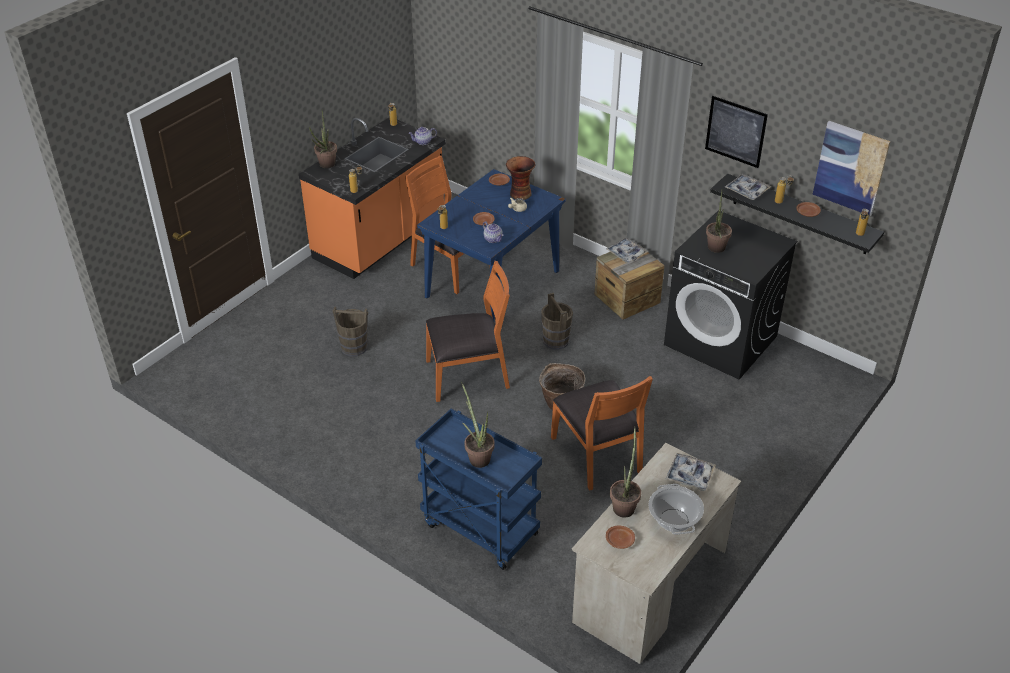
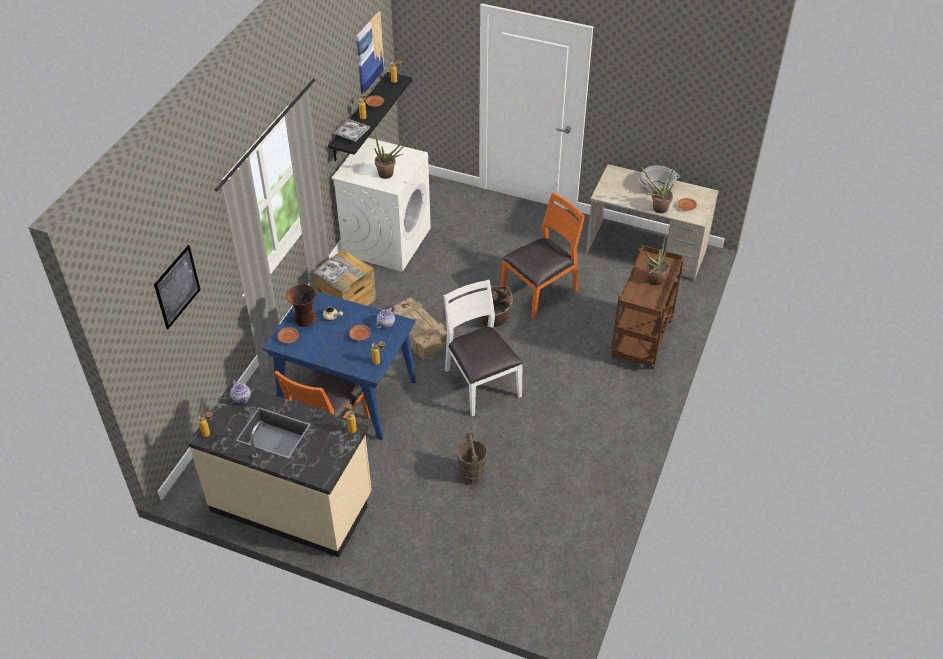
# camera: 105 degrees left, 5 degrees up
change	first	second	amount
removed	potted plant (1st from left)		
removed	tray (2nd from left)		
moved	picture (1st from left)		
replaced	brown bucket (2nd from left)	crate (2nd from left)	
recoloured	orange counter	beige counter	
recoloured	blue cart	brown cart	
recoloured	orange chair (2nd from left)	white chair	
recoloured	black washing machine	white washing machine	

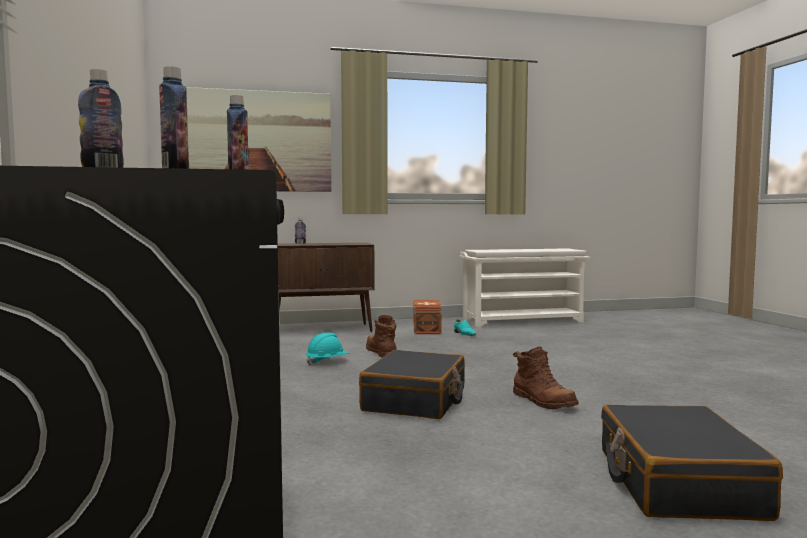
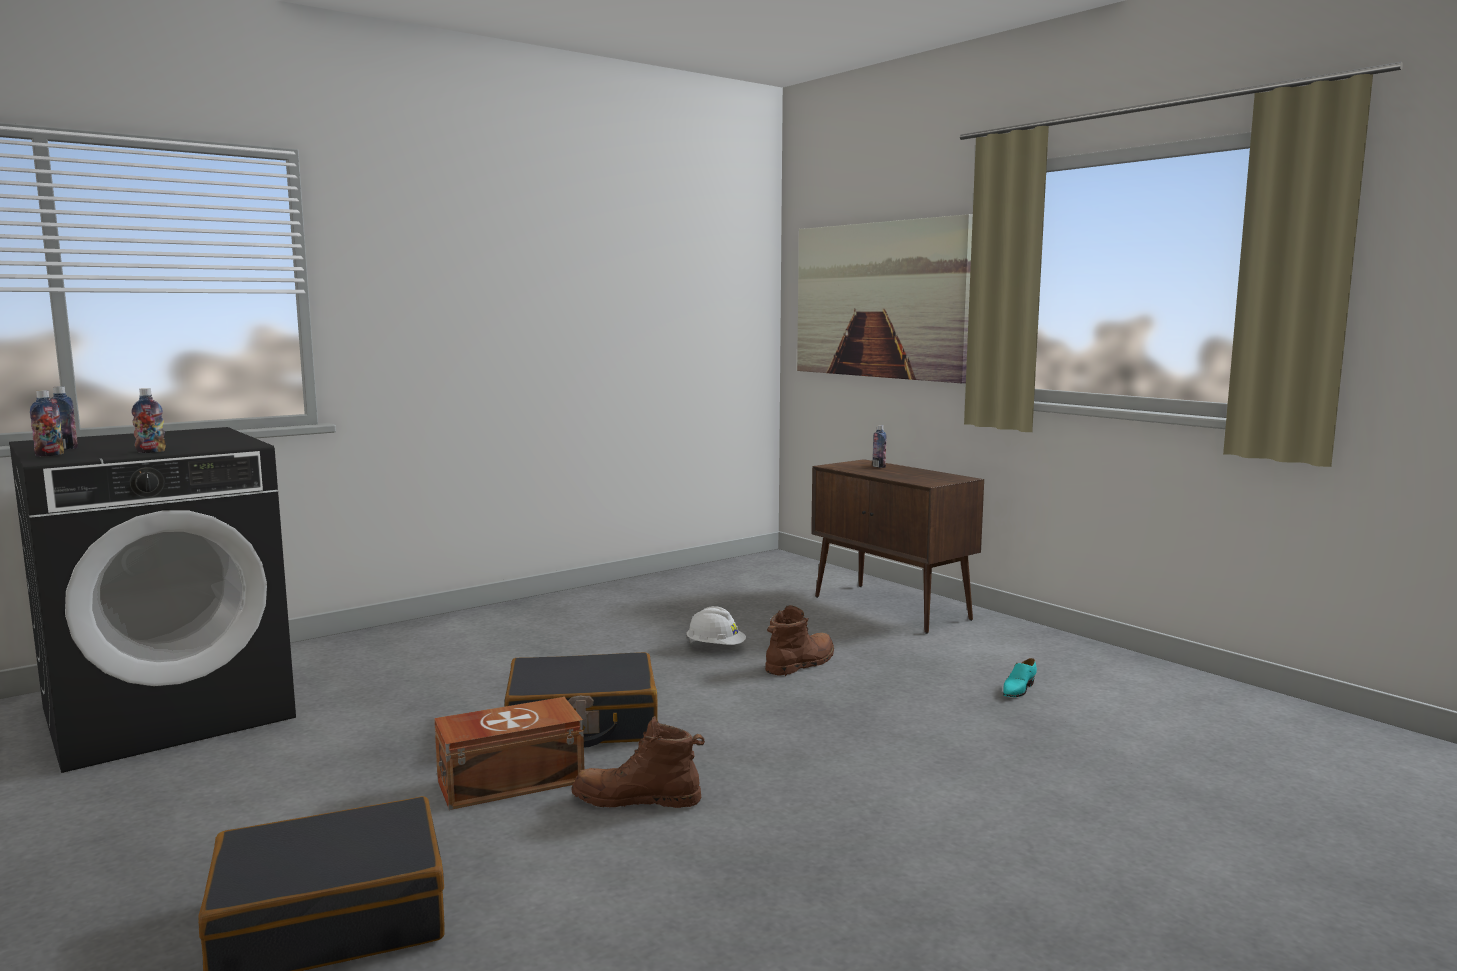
# camera: 65 degrees right, 5 degrees up
change	first	second	amount
removed	white shoe rack		
moved	brown storage box		
recoloured	turquoise hard hat	white hard hat	
turned	brown boot (2nd from left in the first image)	brown boot (1st from left)	60 degrees clockwise

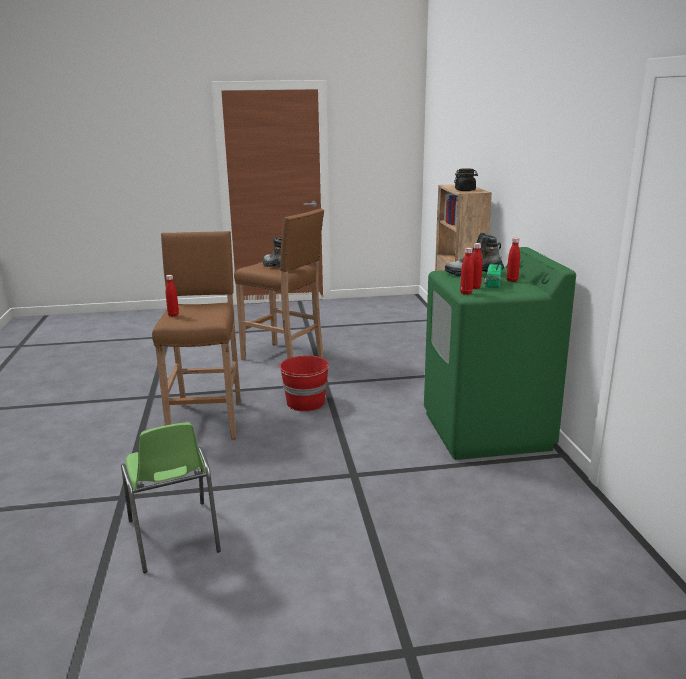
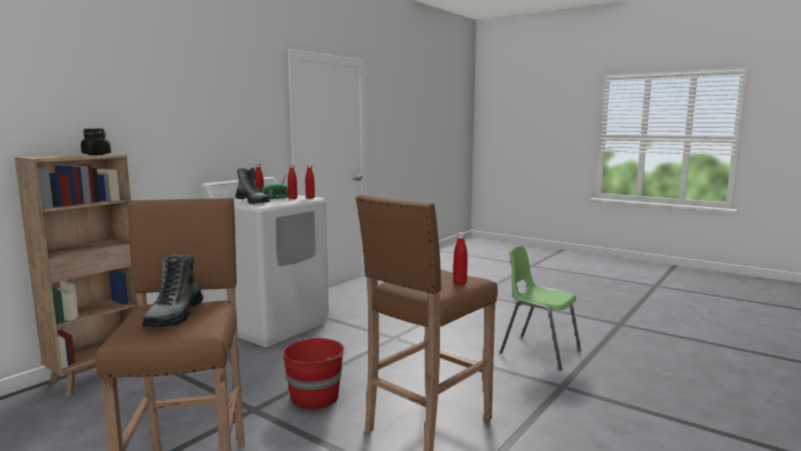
# camera: 135 degrees left, 10 degrees down
change	first	second	amount
recoloured	green washing machine	white washing machine	
turned	green chair		75 degrees counterclockwise

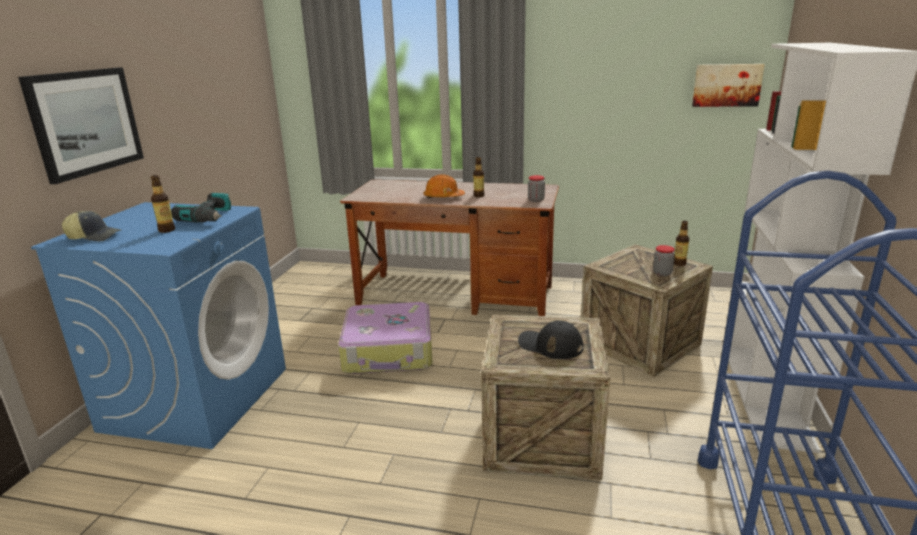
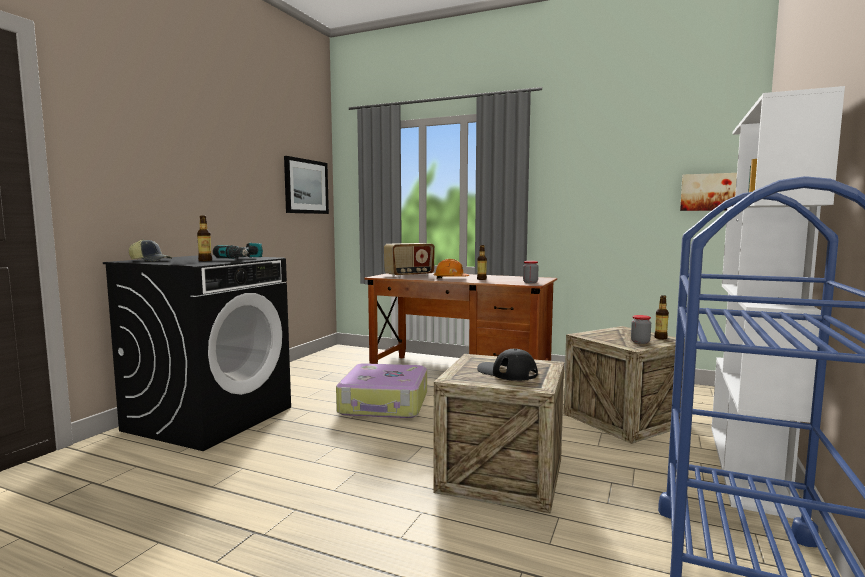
# camera: 10 degrees right, 15 degrees down
change	first	second	amount
added		radio	
moved	picture (1st from left)		
recoloured	blue washing machine	black washing machine	

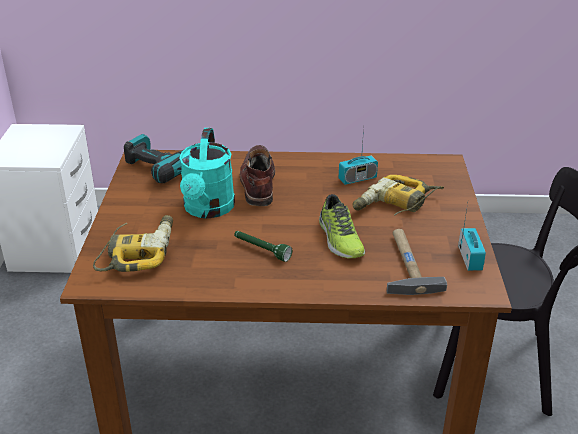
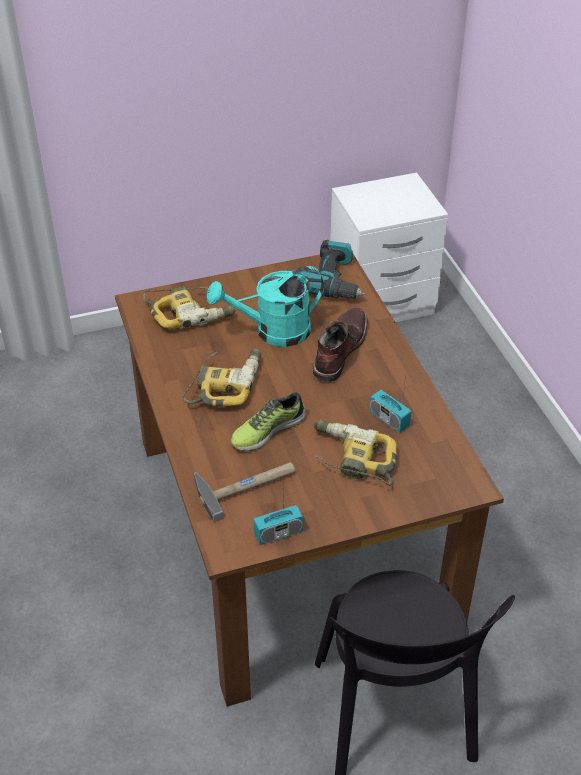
# camera: 70 degrees right, 10 degrees up
change	first	second	amount
replaced	green flashlight	power drill (2nd from left)	
turned	brown boot		45 degrees counterclockwise

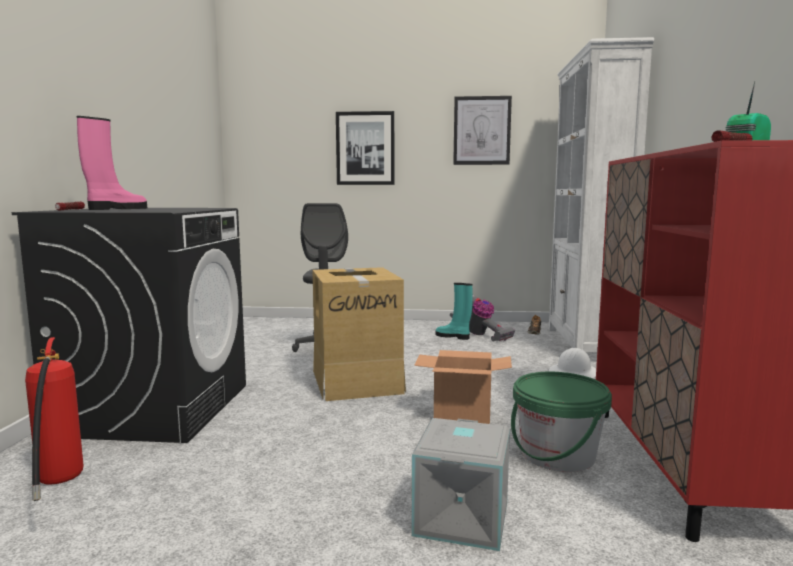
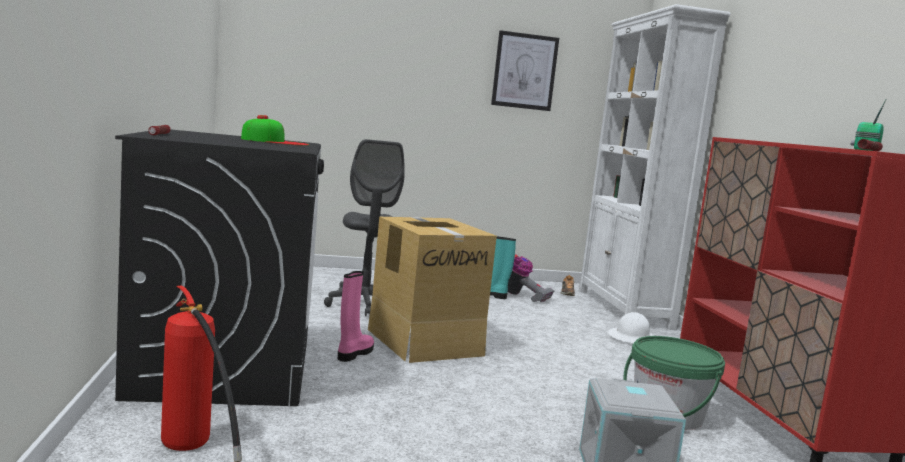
# camera: 15 degrees left, 0 degrees up
change	first	second	amount
removed	picture (1st from left)		
removed	cardboard box (2nd from left)		
added		cap	
moved	pink boot		

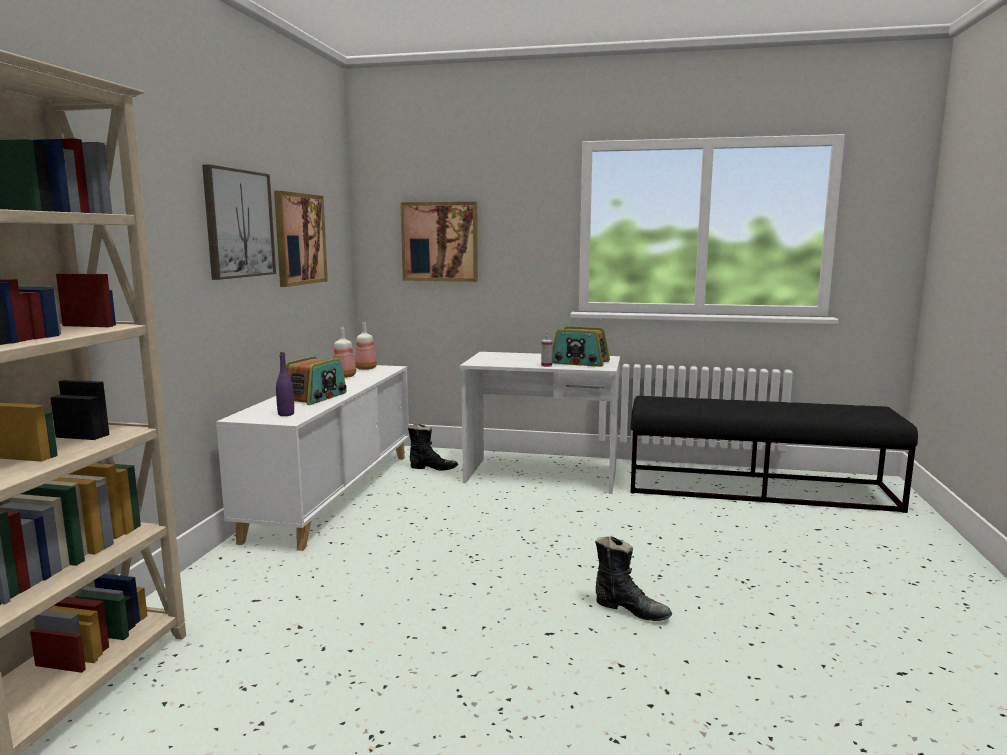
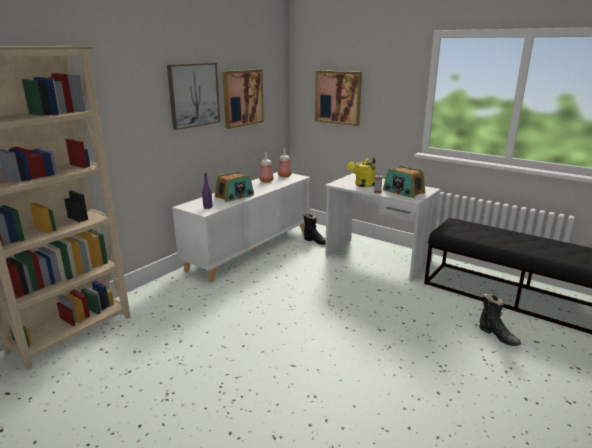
# camera: 25 degrees right, 10 degrees up
change	first	second	amount
added		yellow watering can	
moved	black boot (2nd from left)		

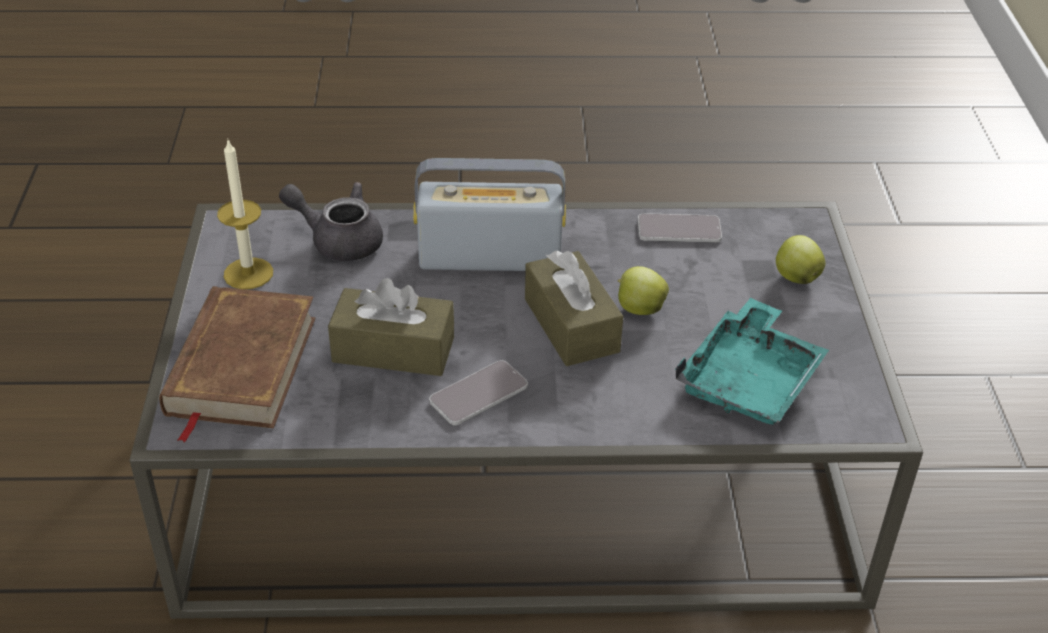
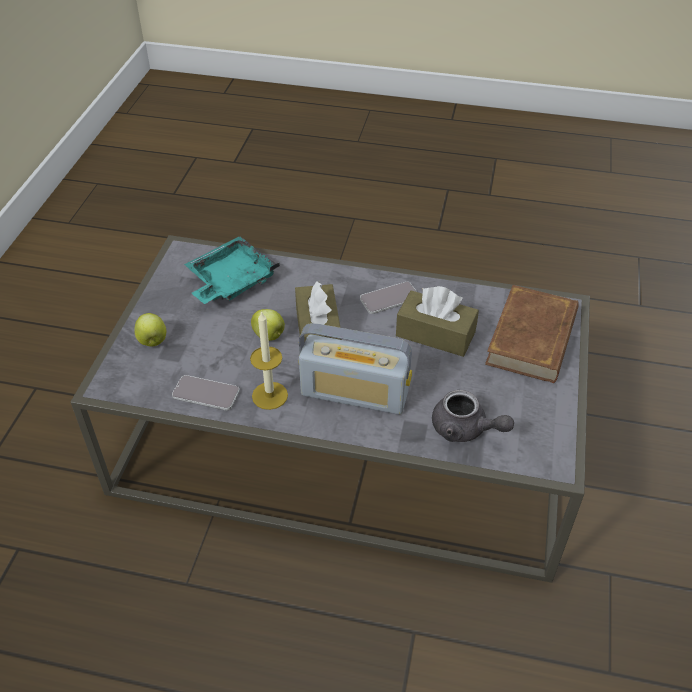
# camera: 165 degrees left, 5 degrees up
change	first	second	amount
moved	candle		

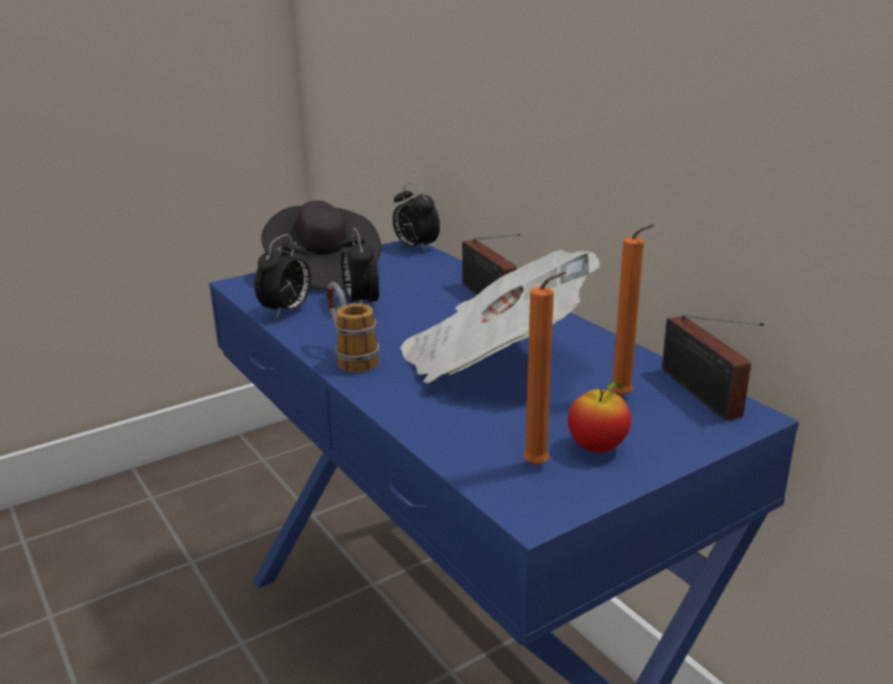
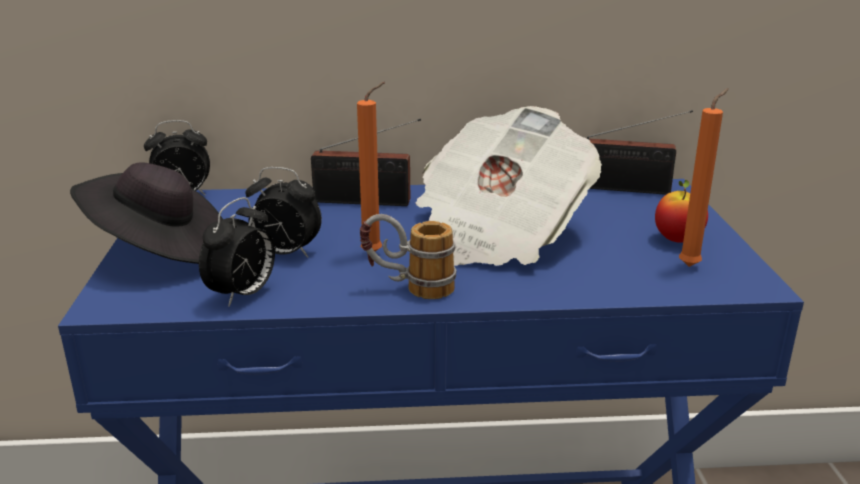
# camera: 60 degrees left, 0 degrees up
change	first	second	amount
moved	orange candle (2nd from left in the first image)	orange candle (1st from left)	
turned	alarm clock (1st from left in the first image)	alarm clock (2nd from left)	60 degrees clockwise

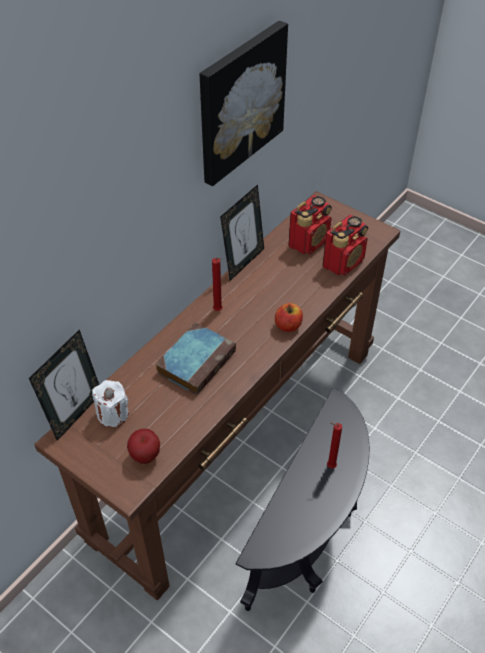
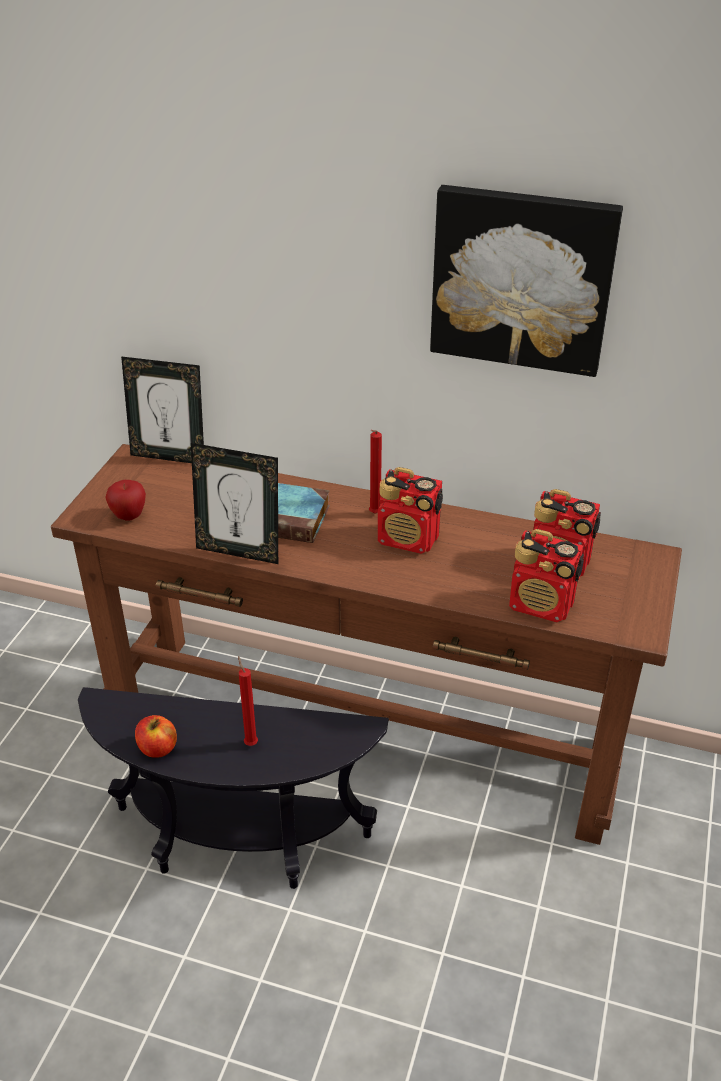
# camera: 70 degrees right, 10 degrees down
change	first	second	amount
removed	white candle		
added		radio (1st from left)	
moved	picture frame (2nd from left)		
moved	apple (2nd from left)		

